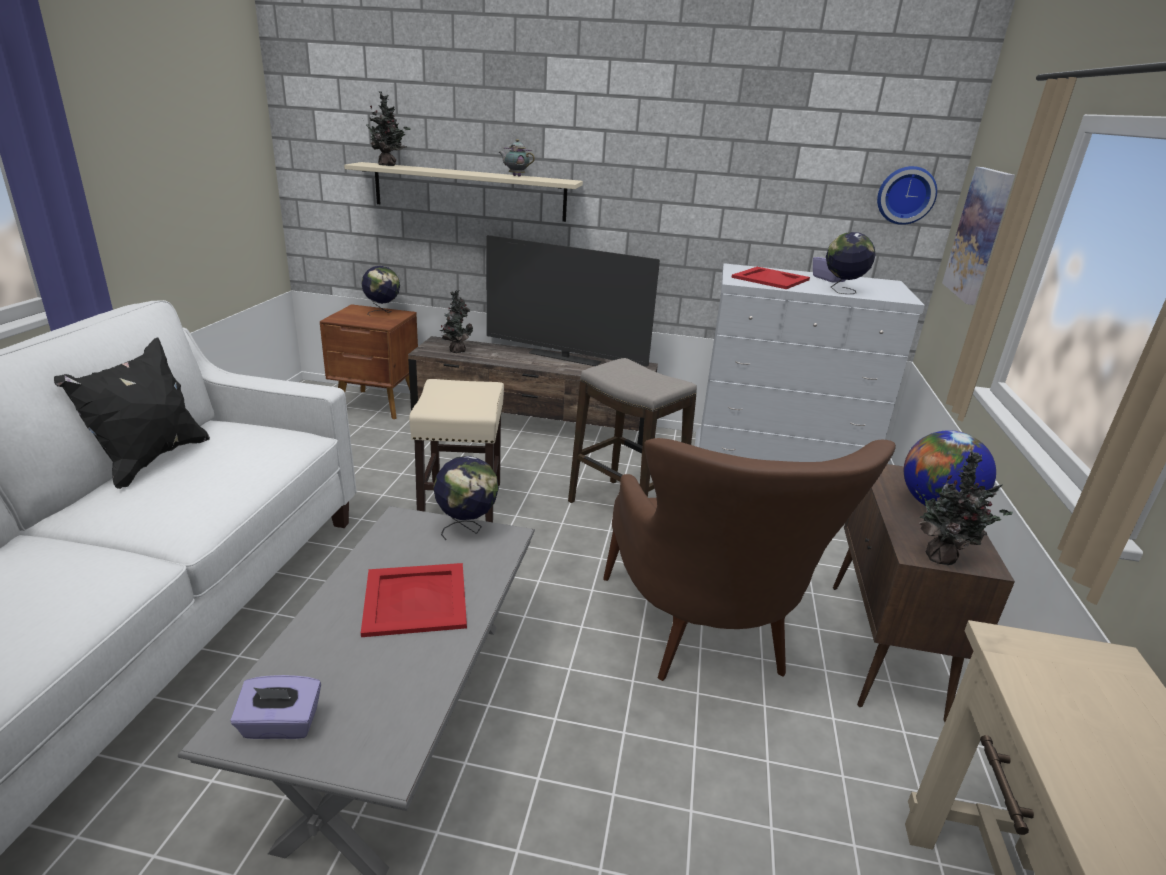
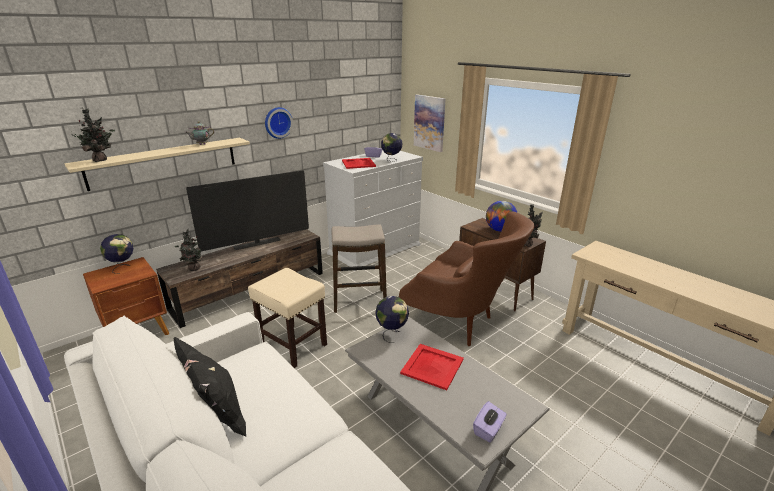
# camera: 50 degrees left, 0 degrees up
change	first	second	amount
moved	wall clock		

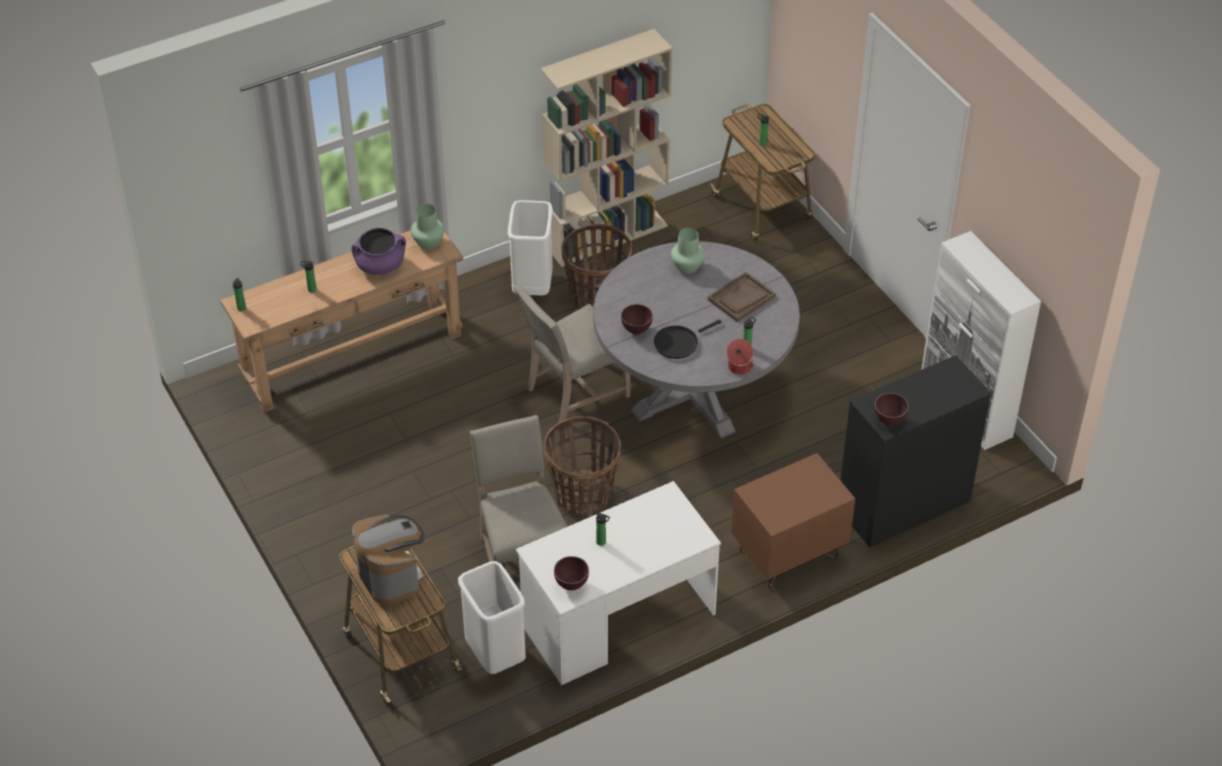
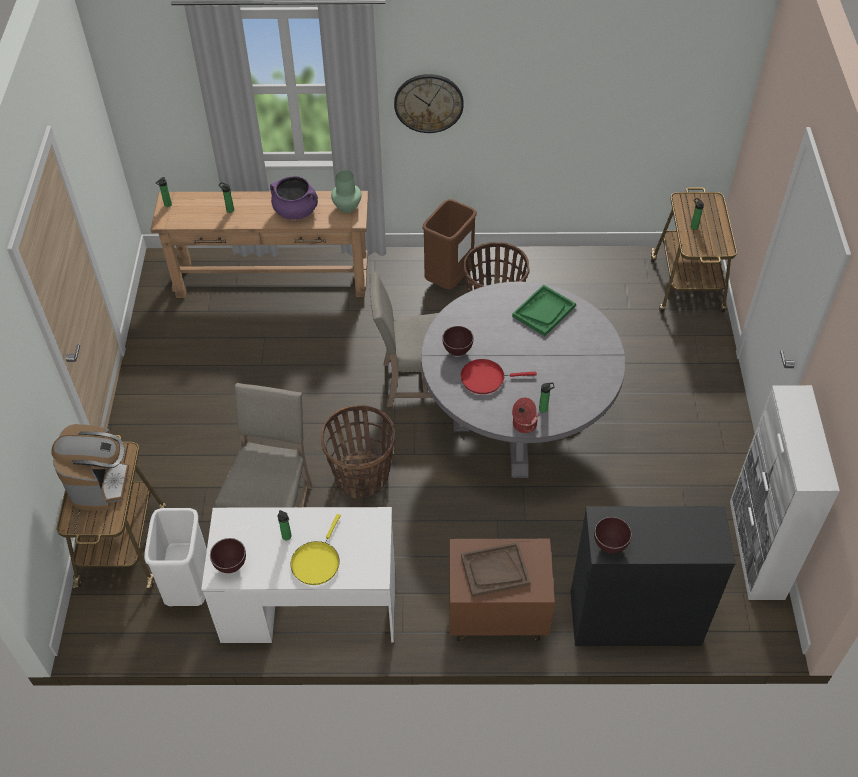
# camera: 30 degrees right, 5 degrees up
change	first	second	amount
removed	beige bookcase		
added		yellow frying pan	
added		wall clock	
moved	brown tray		
replaced	green vase (2nd from left)	green tray	
recoloured	white trash can (2nd from left)	brown trash can	
recoloured	black frying pan	red frying pan	

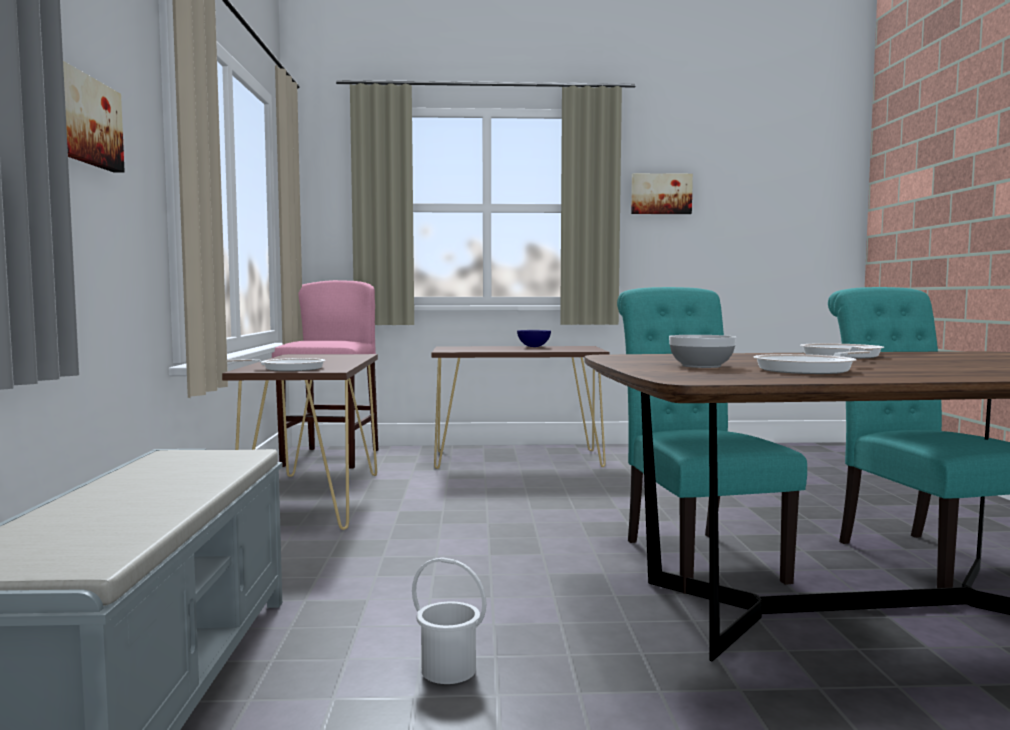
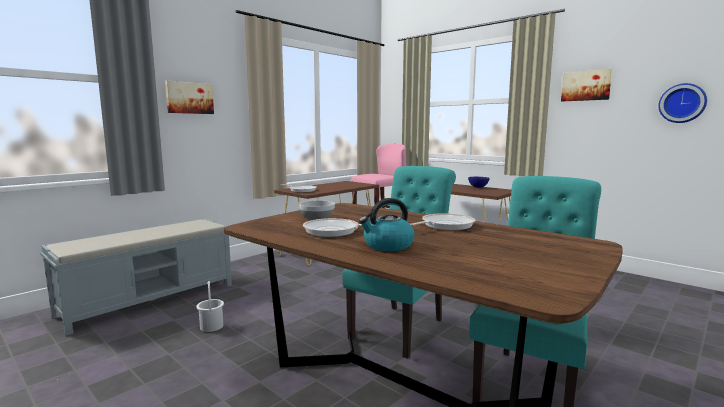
# camera: 45 degrees right, 5 degrees up
change	first	second	amount
added		kettle	
added		wall clock	

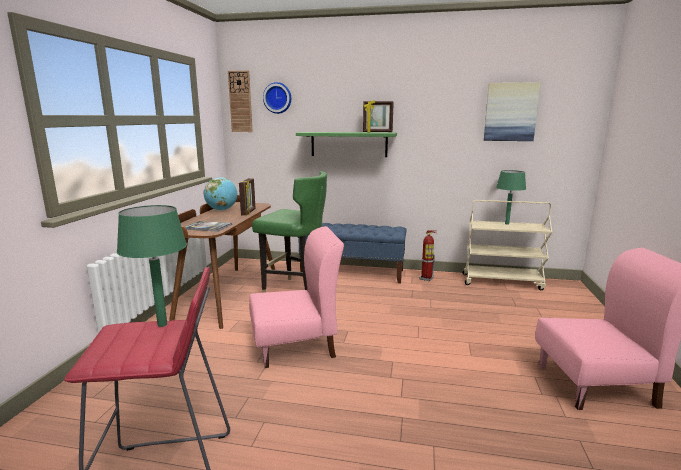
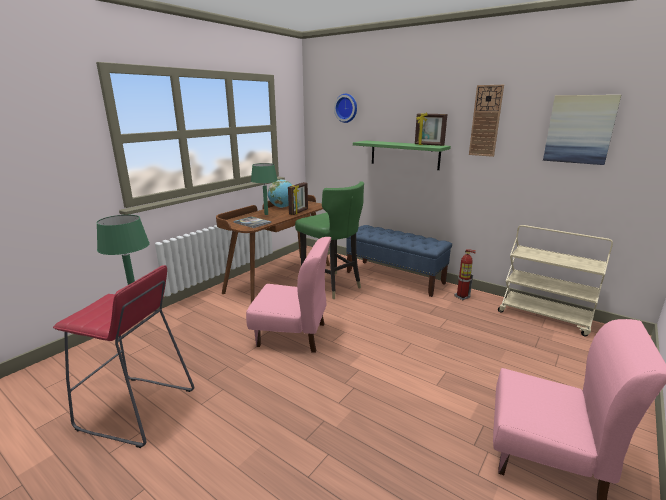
# camera: 25 degrees right, 5 degrees up
change	first	second	amount
moved	wall clock (1st from left in the first image)	wall clock (2nd from left)	
moved	green table lamp (2nd from left)		

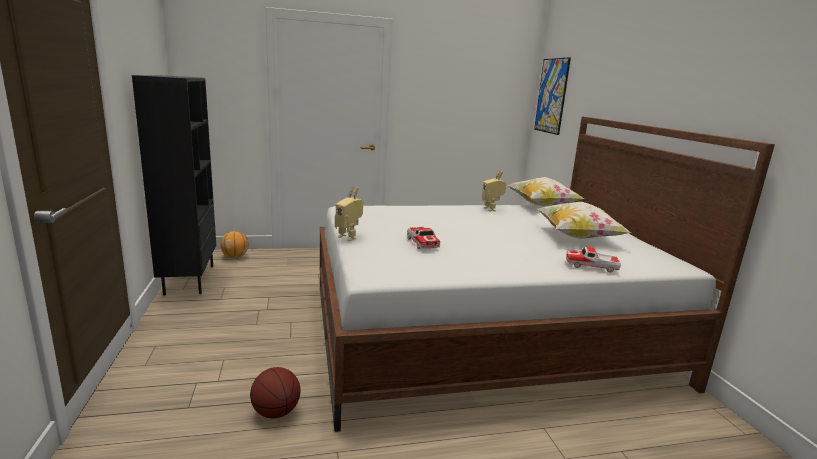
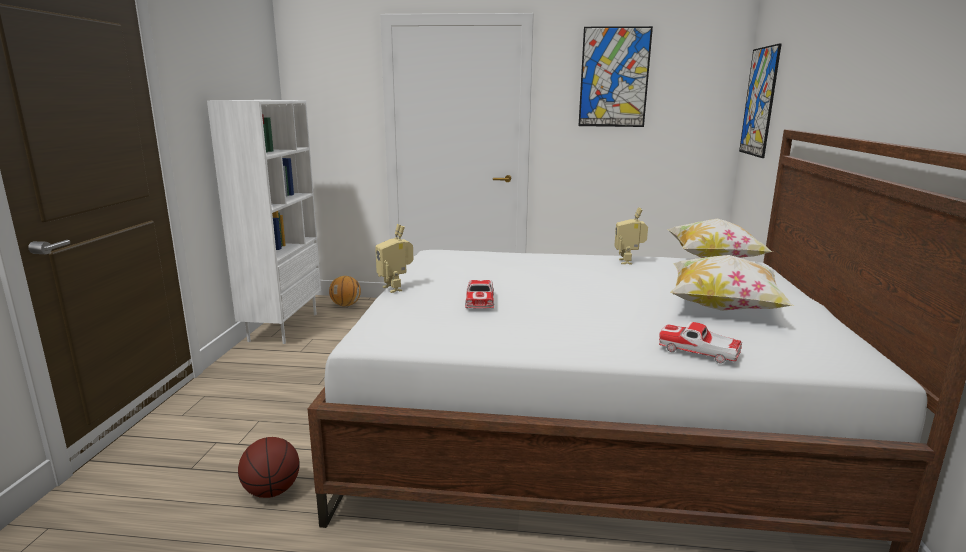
# camera: 20 degrees right, 0 degrees up
change	first	second	amount
added		picture (1st from left)	
recoloured	black bookcase	white bookcase	

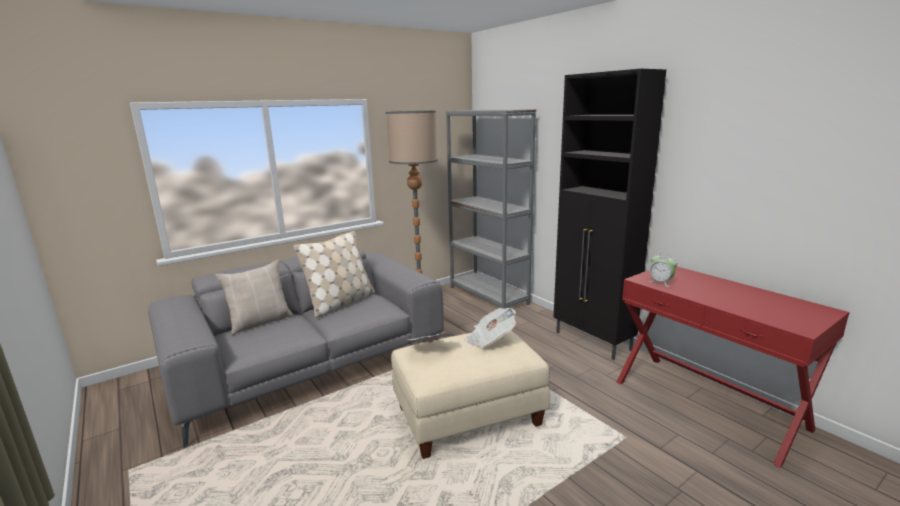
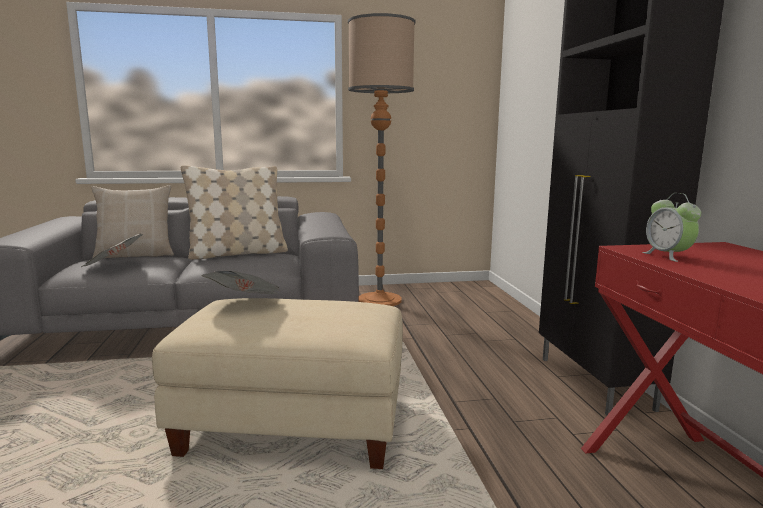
# camera: 25 degrees right, 5 degrees down
change	first	second	amount
removed	grey bookcase		
moved	newspaper (2nd from left in the first image)	newspaper (1st from left)	

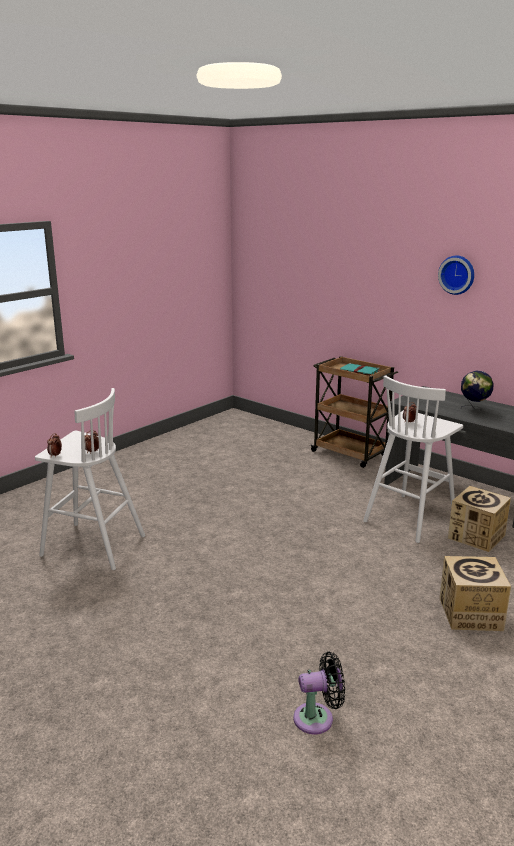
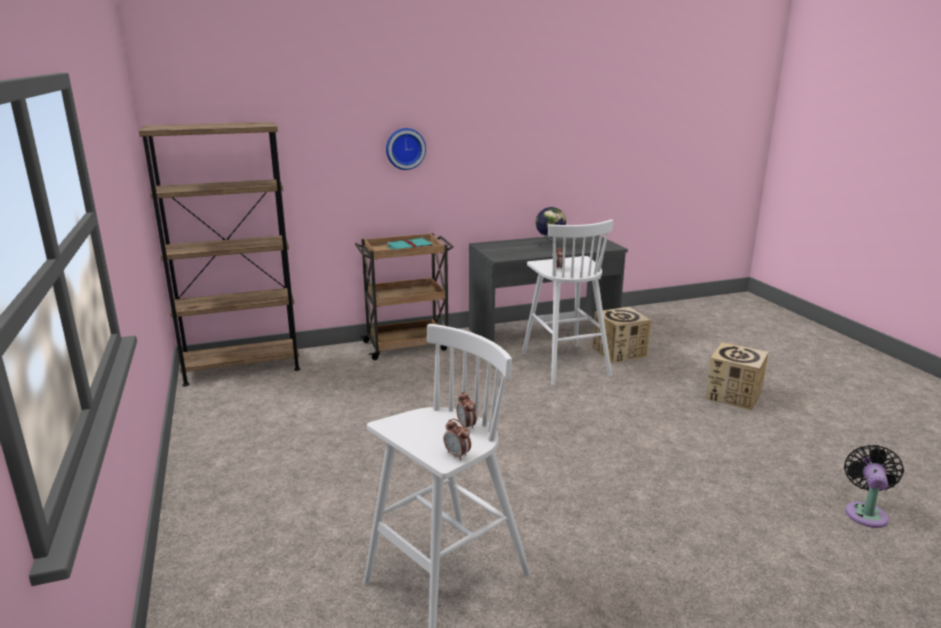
# camera: 60 degrees left, 0 degrees up
change	first	second	amount
added		brown bookcase	
moved	wall clock		

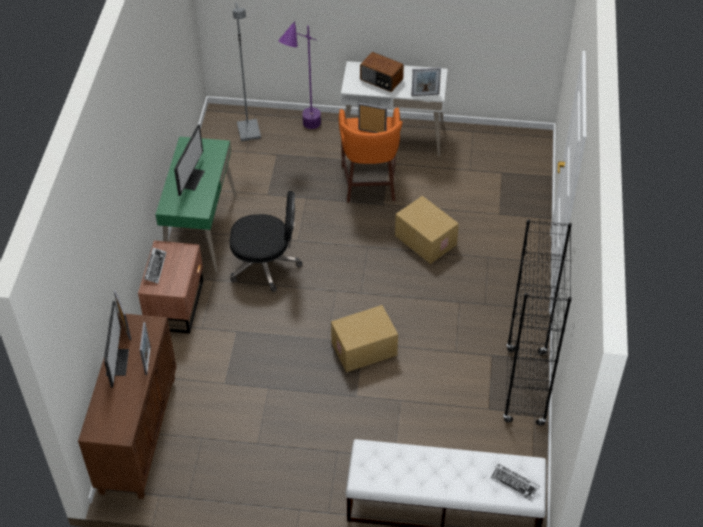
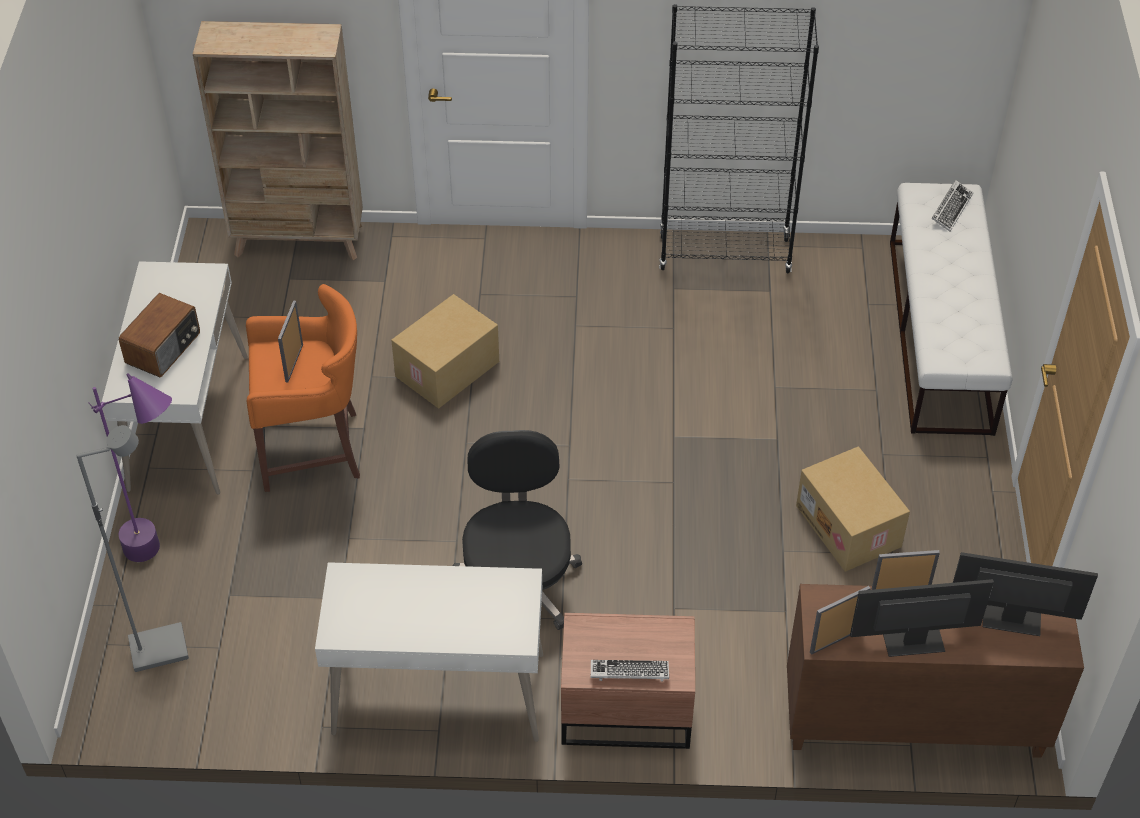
# camera: 95 degrees left, 0 degrees up
change	first	second	amount
removed	picture frame (4th from left)		
added		beige bookcase	
moved	monitor (2nd from left)		
moved	cardboard box (1st from left in the first image)	cardboard box (2nd from left)	
recoloured	green desk	white desk (2nd from left)	

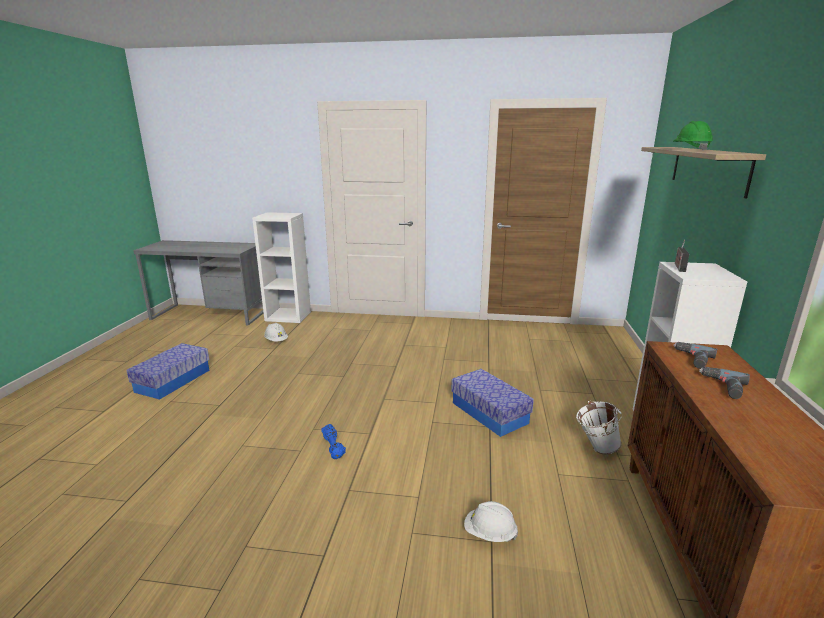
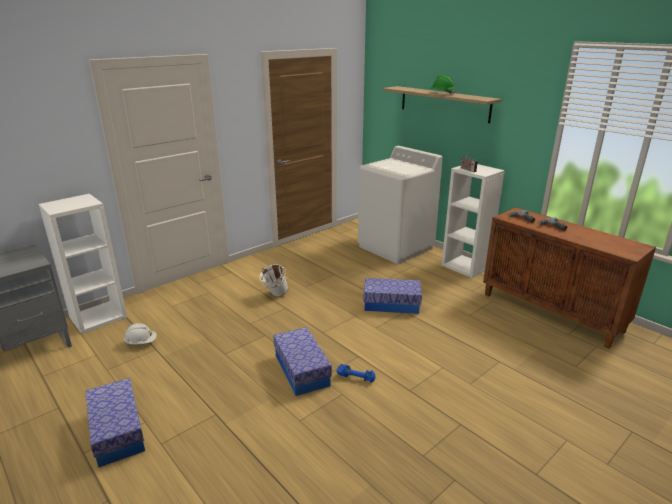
# camera: 50 degrees left, 5 degrees up
change	first	second	amount
removed	white hard hat (2nd from left)		
added		storage box (2nd from left)	
added		white washing machine	
moved	white bucket		

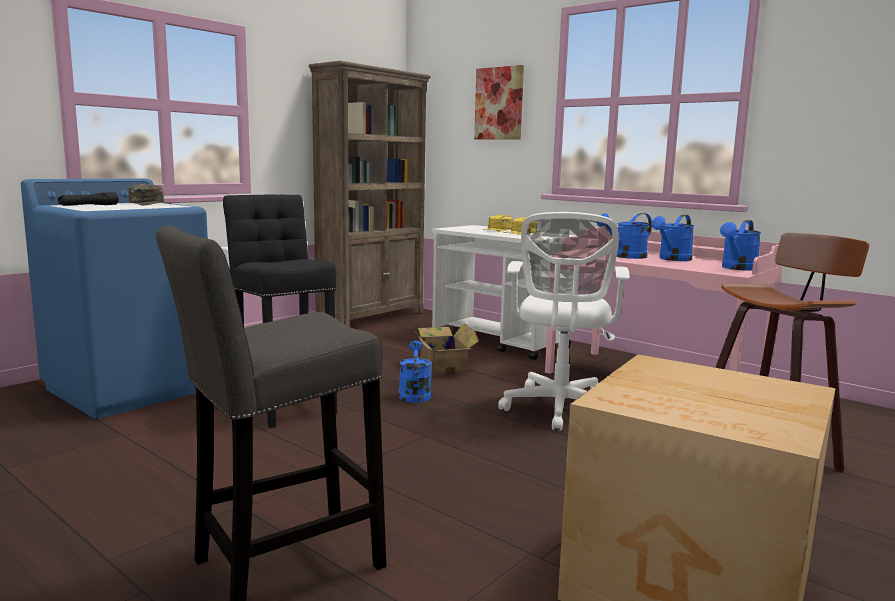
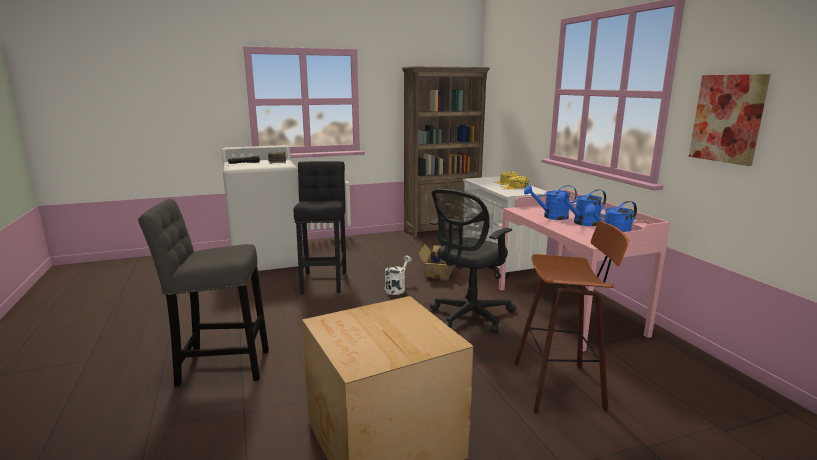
# camera: 30 degrees right, 5 degrees up
change	first	second	amount
moved	picture		
recoloured	blue washing machine	white washing machine	
recoloured	blue watering can (1st from left)	white watering can	
recoloured	white office chair	black office chair	

